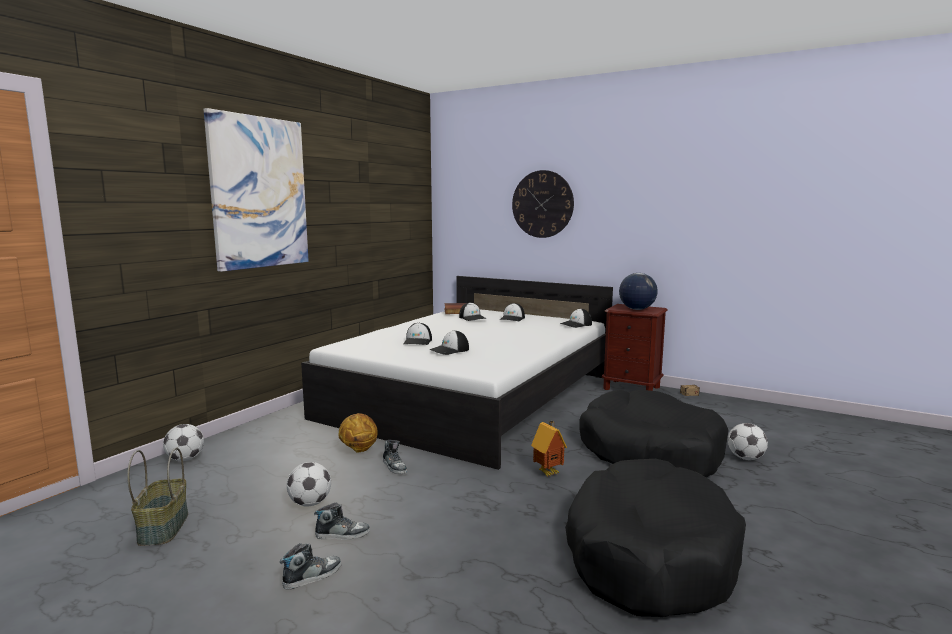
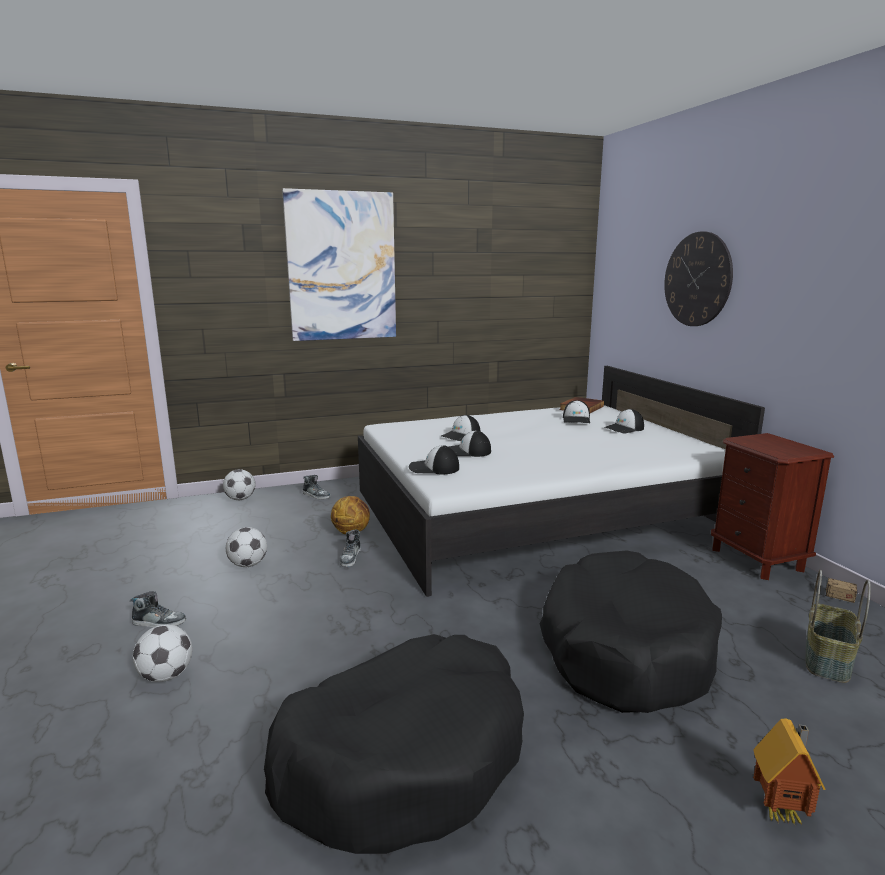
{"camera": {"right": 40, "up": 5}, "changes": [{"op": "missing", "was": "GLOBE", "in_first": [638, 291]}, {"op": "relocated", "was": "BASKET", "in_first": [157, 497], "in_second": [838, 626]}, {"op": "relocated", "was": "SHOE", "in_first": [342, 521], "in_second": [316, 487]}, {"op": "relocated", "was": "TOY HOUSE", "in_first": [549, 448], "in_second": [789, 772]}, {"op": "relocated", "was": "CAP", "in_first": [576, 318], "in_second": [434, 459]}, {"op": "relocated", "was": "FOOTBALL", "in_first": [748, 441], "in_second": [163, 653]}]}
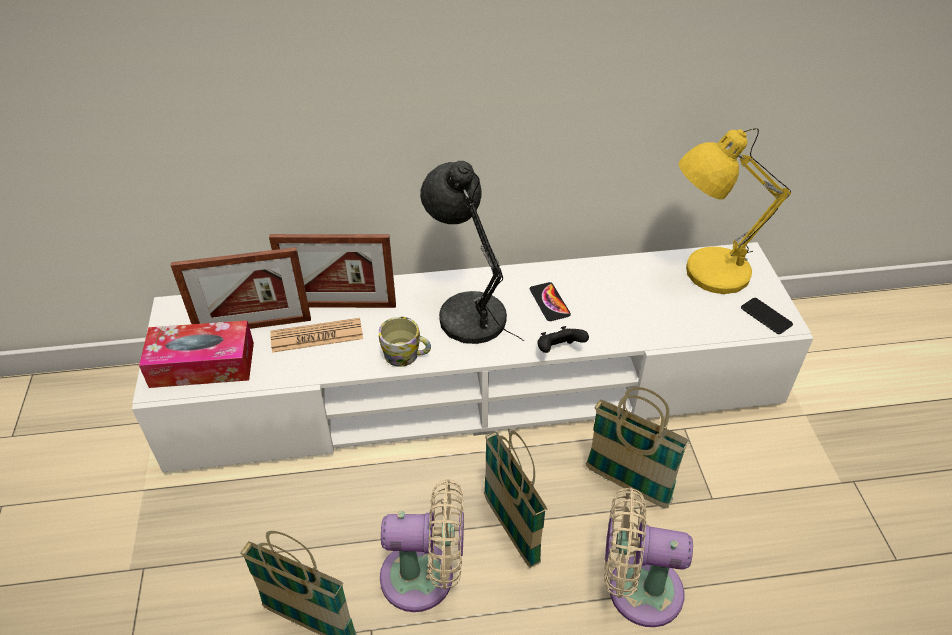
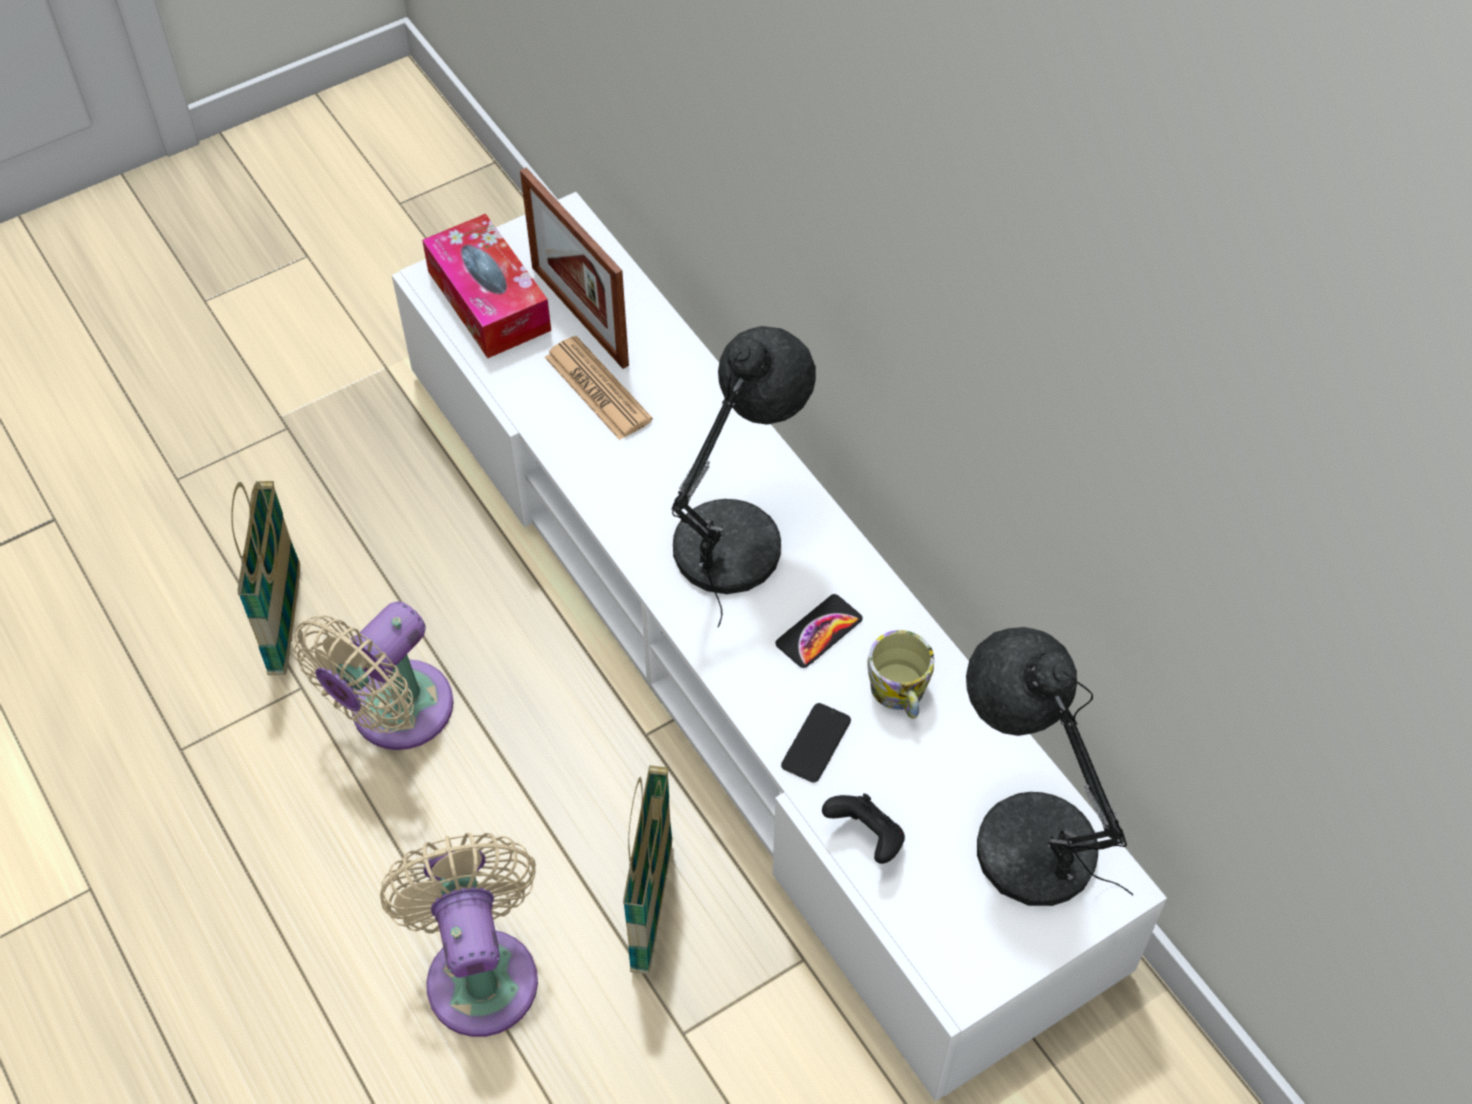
{"camera": {"right": 65, "up": 10}, "changes": [{"op": "missing", "was": "PICTURE FRAME", "in_first": [332, 271]}, {"op": "missing", "was": "BASKET", "in_first": [515, 499]}, {"op": "relocated", "was": "MUG", "in_first": [405, 342], "in_second": [900, 674]}, {"op": "relocated", "was": "BLACK GAME CONTROLLER", "in_first": [563, 339], "in_second": [863, 829]}, {"op": "relocated", "was": "PHONE", "in_first": [767, 316], "in_second": [816, 743]}, {"op": "colour", "was": "YELLOW TABLE LAMP", "now": "GREY TABLE LAMP", "in_first": [734, 211], "in_second": [1050, 766]}, {"op": "spun", "was": "BEIGE FAN", "in_first": [422, 545], "in_second": [373, 675], "clockwise": 60}]}
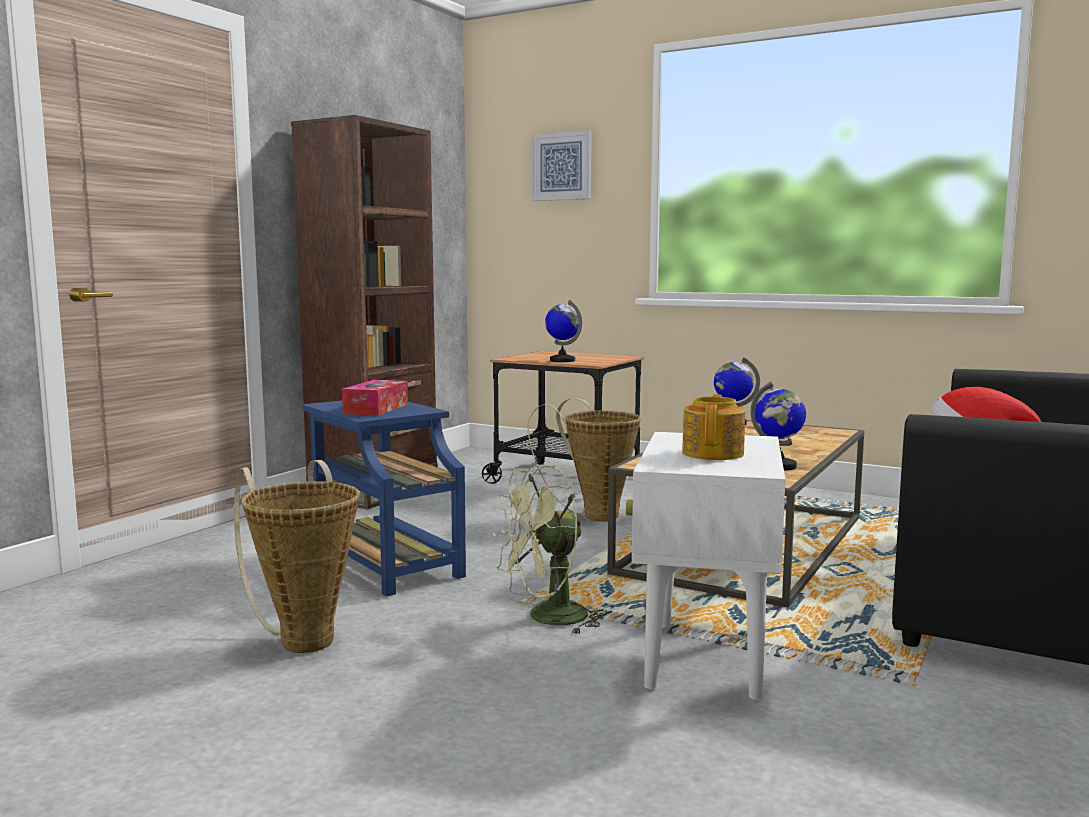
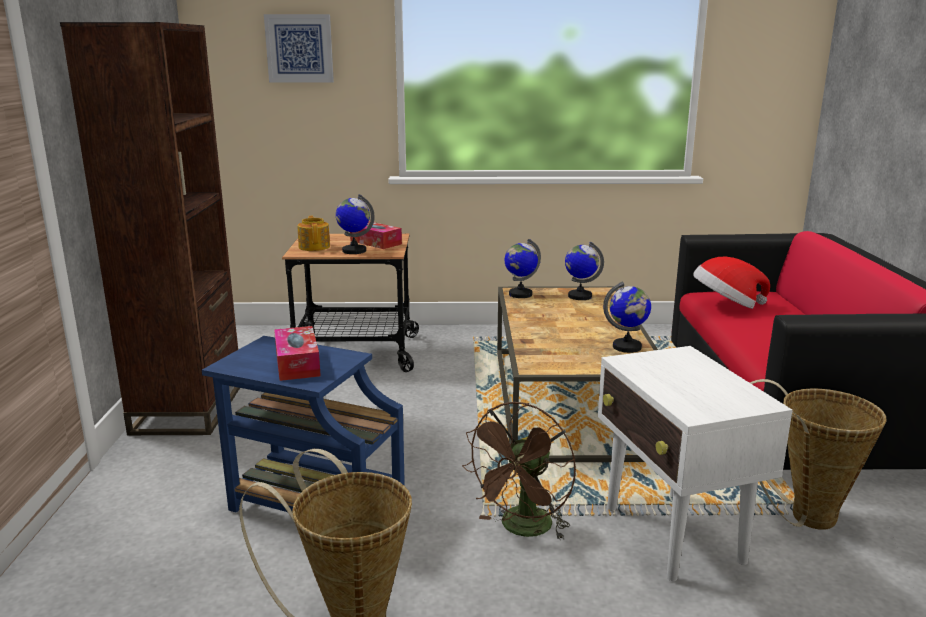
{"camera": {"right": -30, "up": 10}, "changes": [{"op": "appeared", "now": "TISSUE BOX", "in_second": [376, 235]}, {"op": "appeared", "now": "GLOBE", "in_second": [584, 271]}, {"op": "relocated", "was": "BASKET", "in_first": [584, 459], "in_second": [818, 454]}, {"op": "relocated", "was": "TEAPOT", "in_first": [713, 427], "in_second": [313, 233]}, {"op": "colour", "was": "GREEN FAN", "now": "BROWN FAN", "in_first": [550, 550], "in_second": [519, 471]}]}
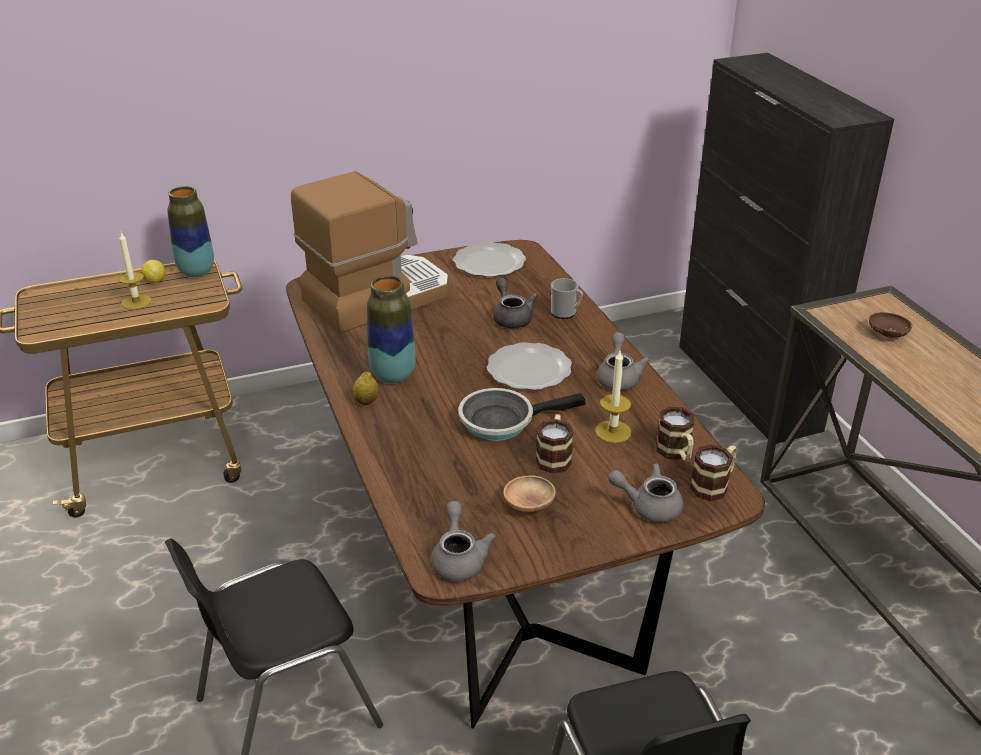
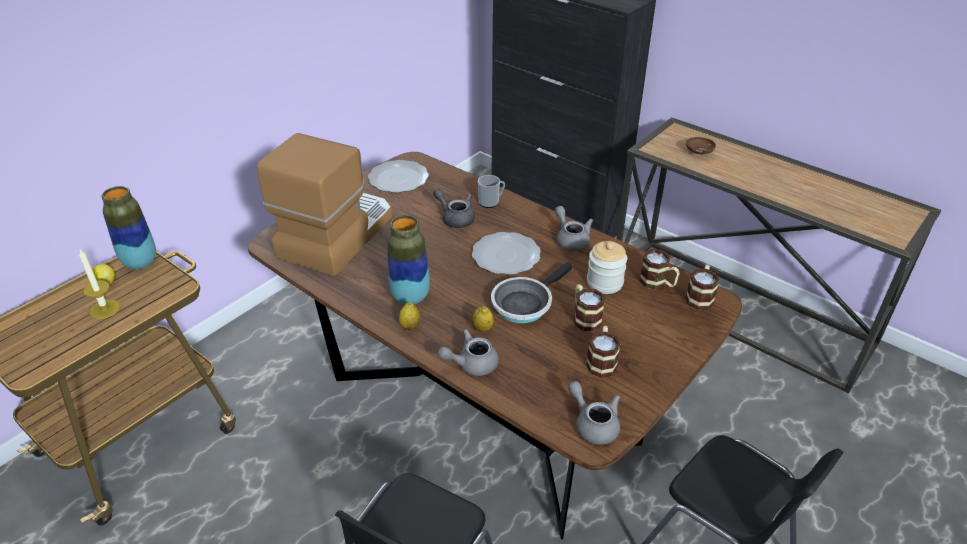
{"camera": {"right": -30, "up": 5}, "changes": [{"op": "appeared", "now": "LEMON", "in_second": [483, 319]}, {"op": "relocated", "was": "GREY TEAPOT", "in_first": [645, 492], "in_second": [468, 352]}, {"op": "exchanged", "was": "BROWN BOWL", "now": "MUG", "in_first": [529, 493], "in_second": [603, 352]}, {"op": "exchanged", "was": "CANDLE", "now": "JAR", "in_first": [613, 397], "in_second": [607, 267]}]}
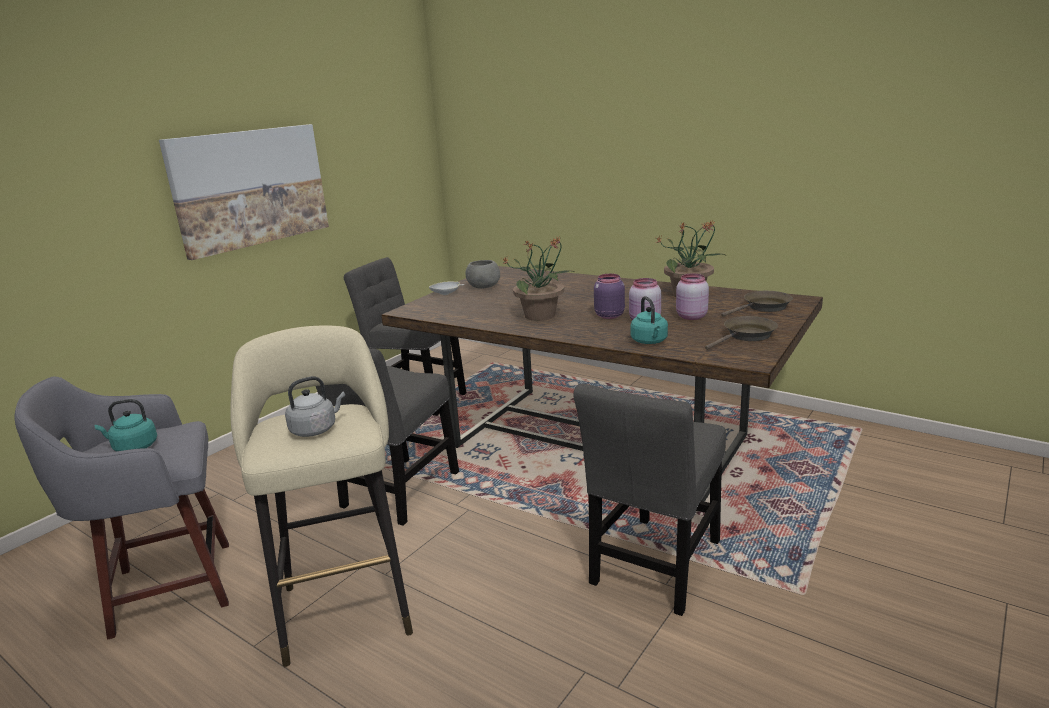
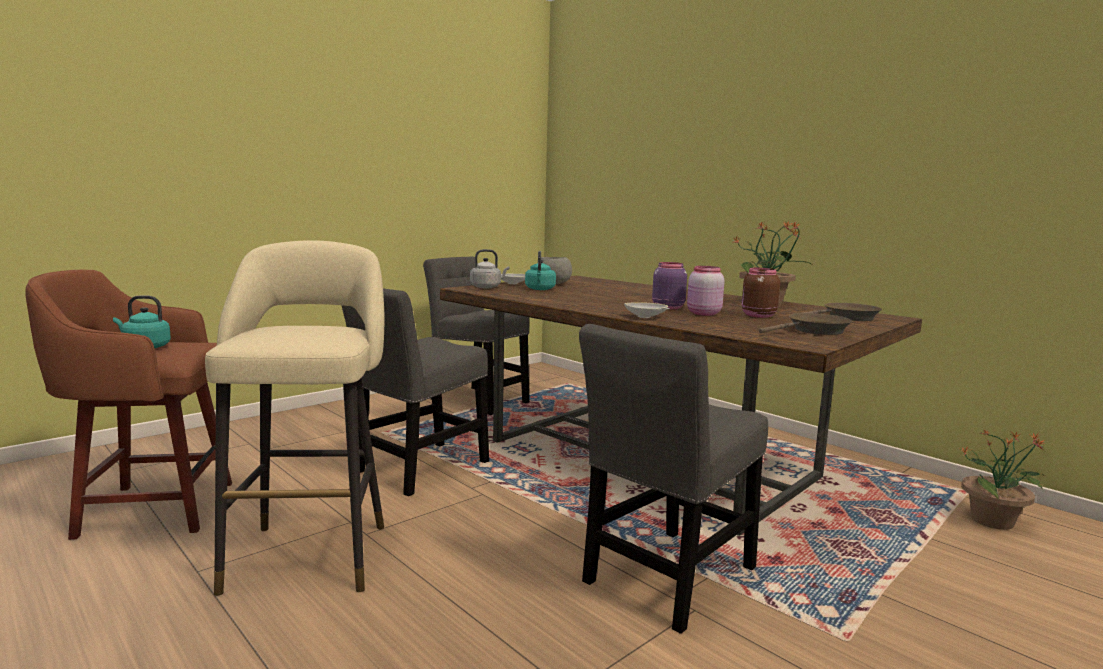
{"camera": {"right": 10, "up": -10}, "changes": [{"op": "missing", "was": "PICTURE", "in_first": [244, 192]}, {"op": "appeared", "now": "WHITE BOWL", "in_second": [647, 310]}, {"op": "relocated", "was": "GREY KETTLE", "in_first": [315, 406], "in_second": [490, 268]}, {"op": "relocated", "was": "POTTED PLANT", "in_first": [538, 279], "in_second": [1002, 480]}, {"op": "relocated", "was": "TURQUOISE KETTLE", "in_first": [649, 320], "in_second": [540, 270]}, {"op": "colour", "was": "GREY STOOL", "now": "BROWN STOOL", "in_first": [121, 507], "in_second": [128, 405]}, {"op": "colour", "was": "PINK JAR", "now": "BROWN JAR", "in_first": [692, 296], "in_second": [761, 293]}]}
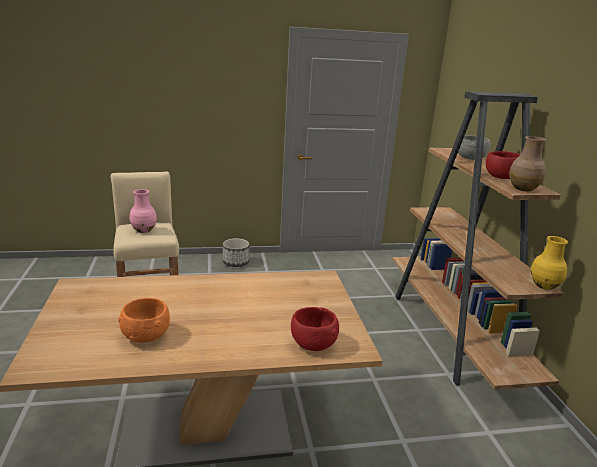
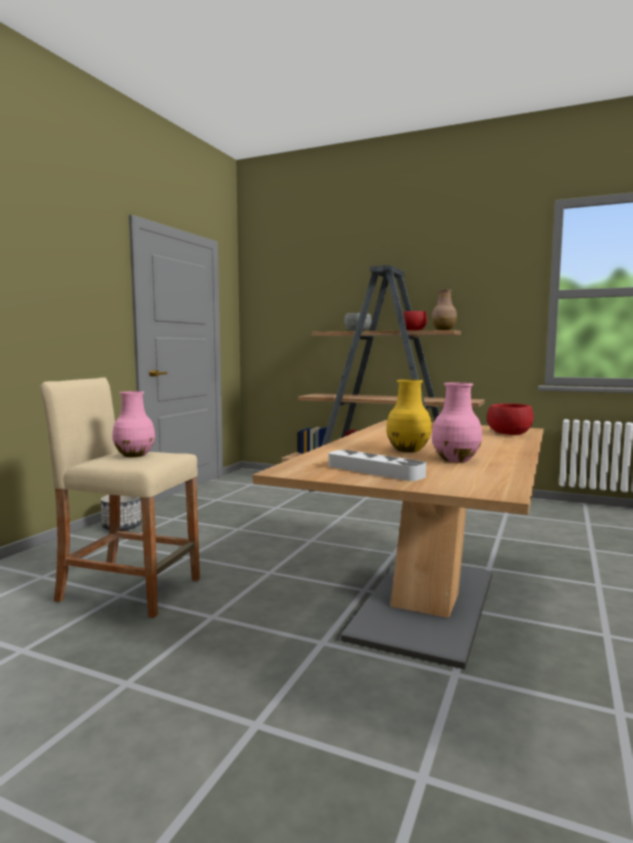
{"camera": {"right": -55, "up": -15}, "changes": [{"op": "appeared", "now": "GREY TRAY", "in_second": [377, 465]}, {"op": "relocated", "was": "YELLOW VASE", "in_first": [549, 263], "in_second": [409, 416]}, {"op": "exchanged", "was": "ORANGE BOWL", "now": "PINK VASE", "in_first": [144, 320], "in_second": [457, 422]}]}
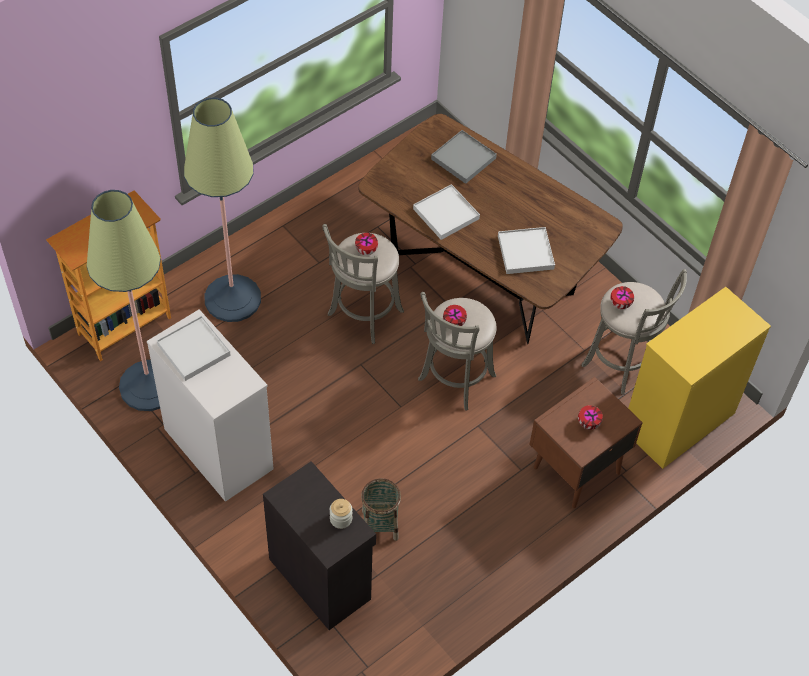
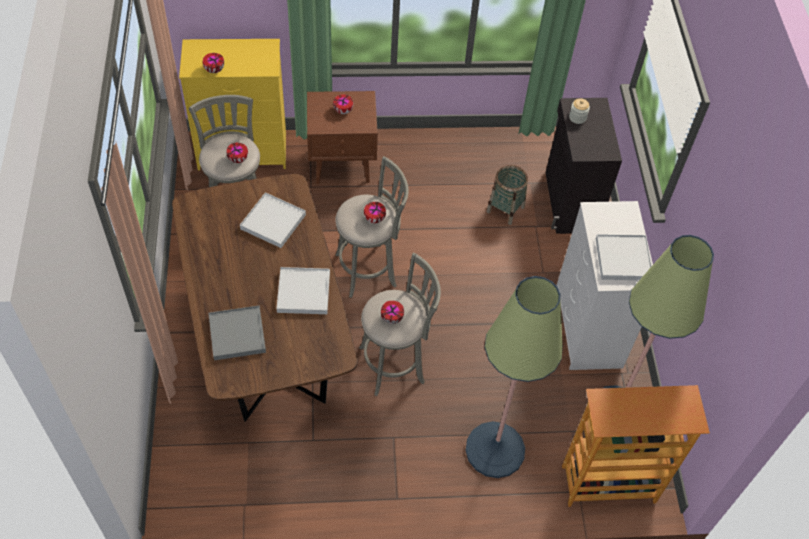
{"camera": {"right": -145, "up": 0}, "changes": [{"op": "appeared", "now": "BOWL", "in_second": [213, 63]}]}
